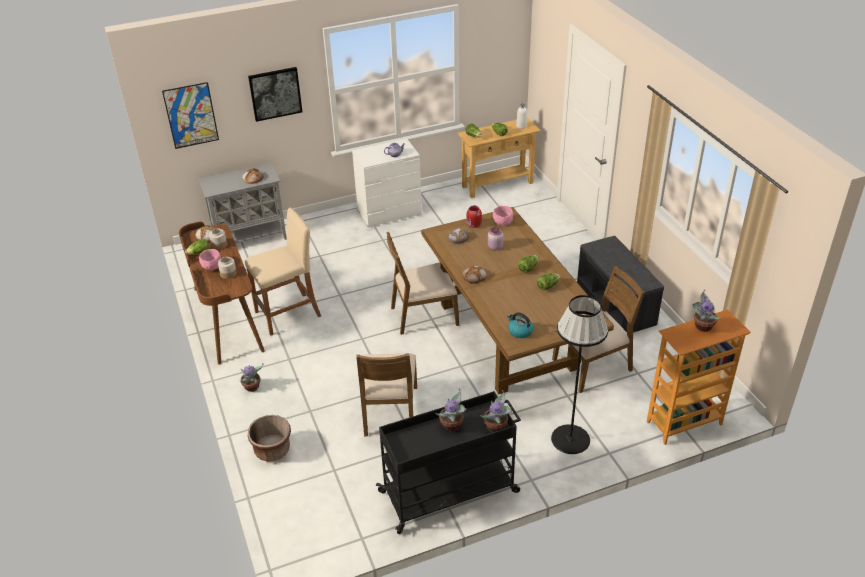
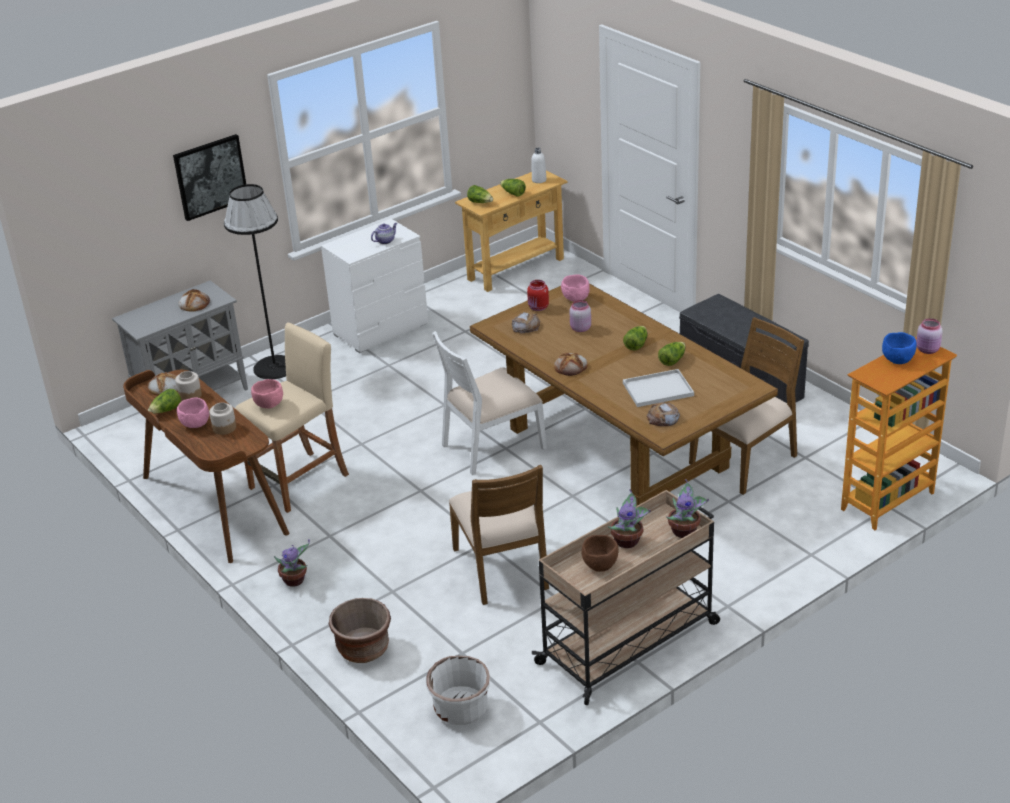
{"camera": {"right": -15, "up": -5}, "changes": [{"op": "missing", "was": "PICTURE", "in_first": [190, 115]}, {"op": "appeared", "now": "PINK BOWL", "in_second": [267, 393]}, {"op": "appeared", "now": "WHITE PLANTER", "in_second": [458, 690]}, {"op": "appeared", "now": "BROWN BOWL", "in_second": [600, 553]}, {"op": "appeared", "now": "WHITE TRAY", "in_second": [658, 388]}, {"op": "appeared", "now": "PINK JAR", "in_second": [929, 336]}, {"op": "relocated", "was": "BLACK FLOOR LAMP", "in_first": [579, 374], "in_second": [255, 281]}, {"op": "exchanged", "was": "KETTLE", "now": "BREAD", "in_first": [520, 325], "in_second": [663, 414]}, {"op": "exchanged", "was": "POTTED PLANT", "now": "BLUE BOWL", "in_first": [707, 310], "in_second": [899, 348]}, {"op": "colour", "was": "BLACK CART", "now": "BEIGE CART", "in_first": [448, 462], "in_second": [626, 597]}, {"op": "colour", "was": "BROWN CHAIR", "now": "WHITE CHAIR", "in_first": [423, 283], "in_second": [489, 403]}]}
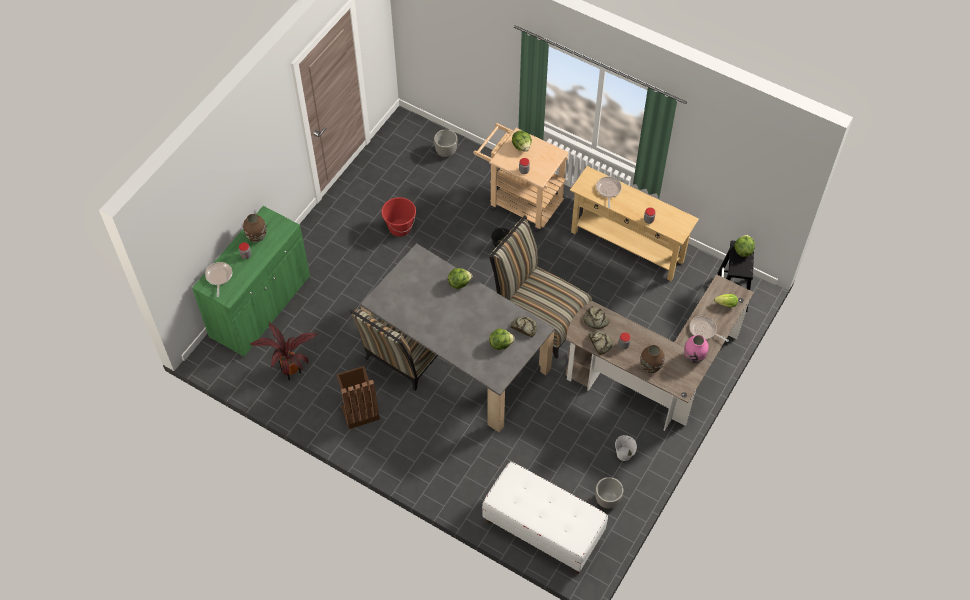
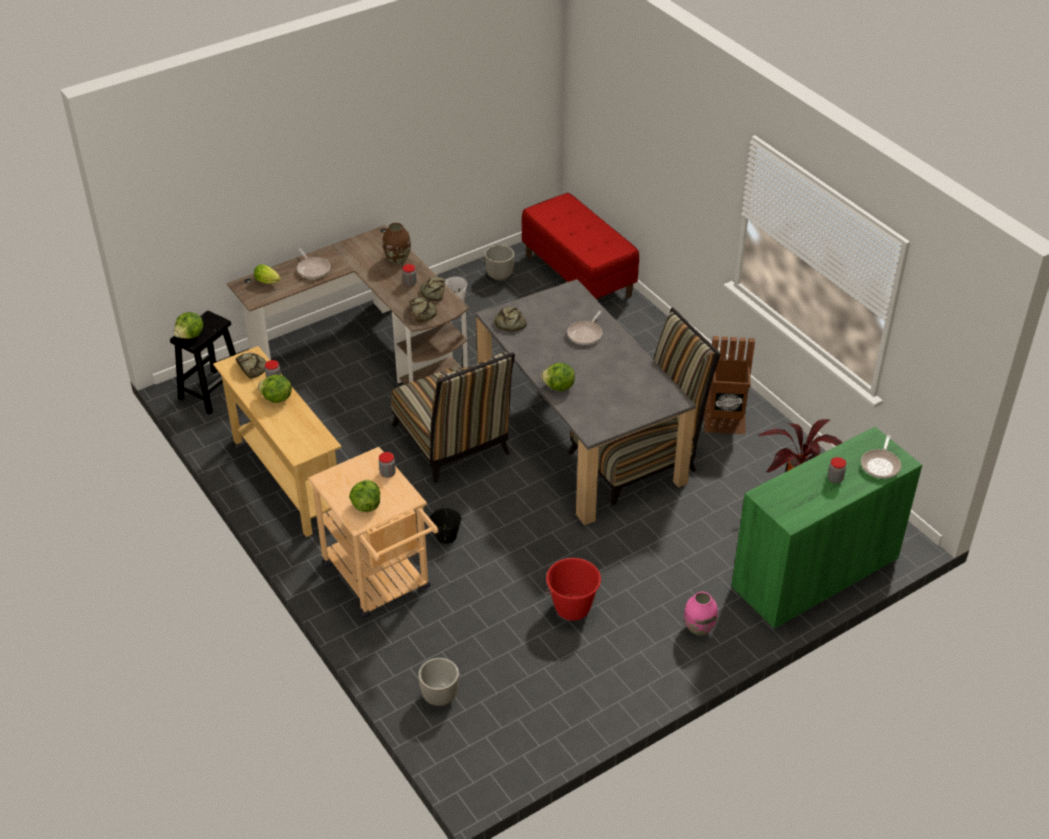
{"camera": {"right": -155, "up": -15}, "changes": [{"op": "missing", "was": "BROWN VASE", "in_first": [255, 228]}, {"op": "appeared", "now": "BREAD", "in_second": [251, 366]}, {"op": "relocated", "was": "LETTUCE", "in_first": [502, 339], "in_second": [275, 389]}, {"op": "relocated", "was": "FRYING PAN", "in_first": [609, 192], "in_second": [584, 328]}, {"op": "relocated", "was": "PINK VASE", "in_first": [696, 349], "in_second": [701, 613]}, {"op": "colour", "was": "WHITE BENCH", "now": "RED BENCH", "in_first": [545, 518], "in_second": [580, 246]}]}
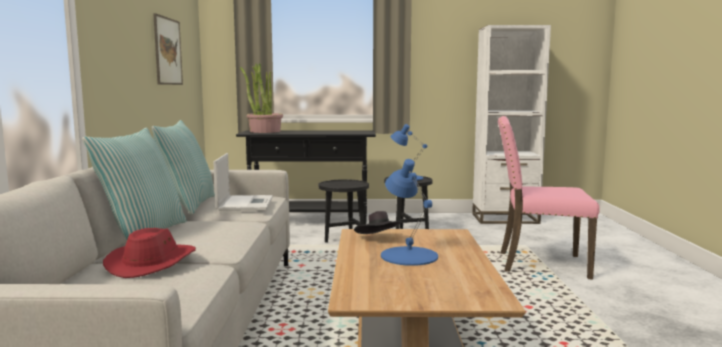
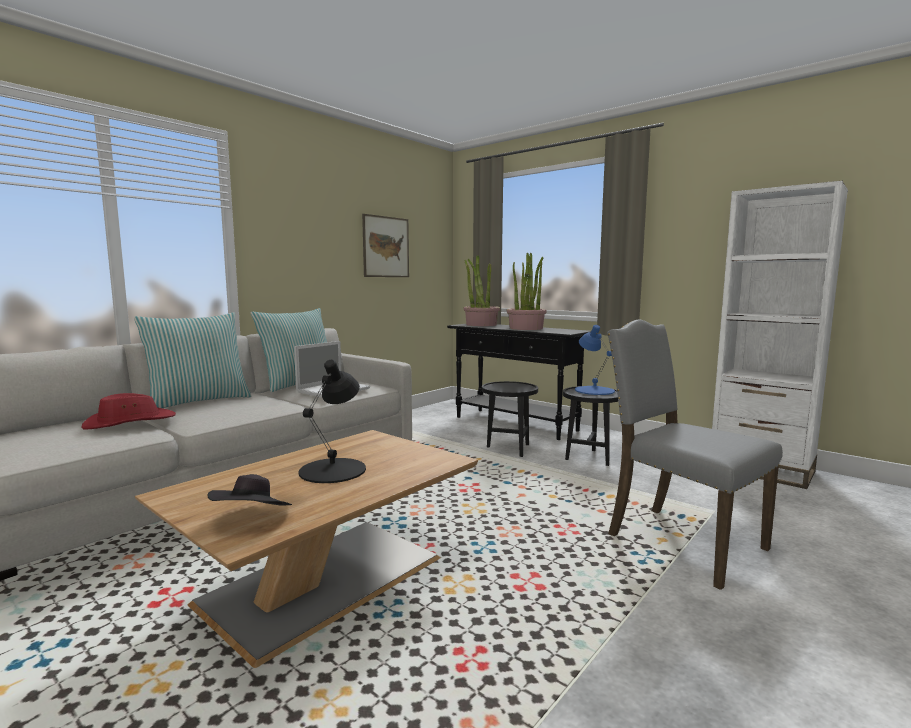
{"camera": {"right": 40, "up": 0}, "changes": [{"op": "appeared", "now": "POTTED PLANT", "in_second": [527, 291]}, {"op": "relocated", "was": "BLACK HAT", "in_first": [378, 222], "in_second": [249, 490]}, {"op": "colour", "was": "BLUE TABLE LAMP", "now": "BLACK TABLE LAMP", "in_first": [409, 212], "in_second": [332, 421]}, {"op": "colour", "was": "PINK CHAIR", "now": "GREY CHAIR", "in_first": [549, 197], "in_second": [695, 454]}]}
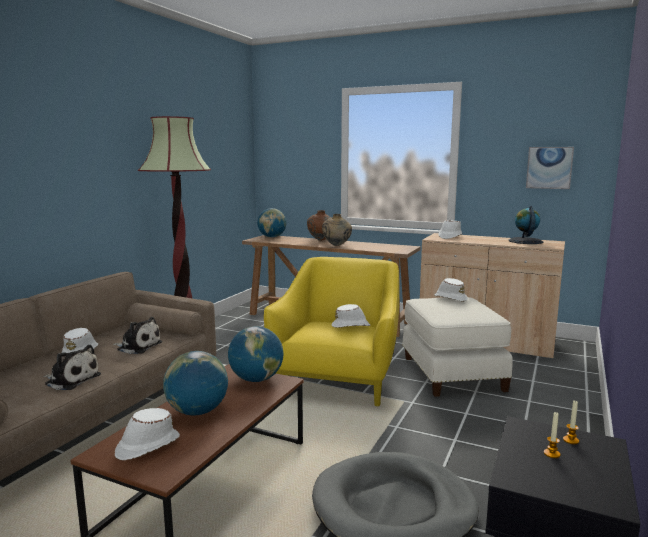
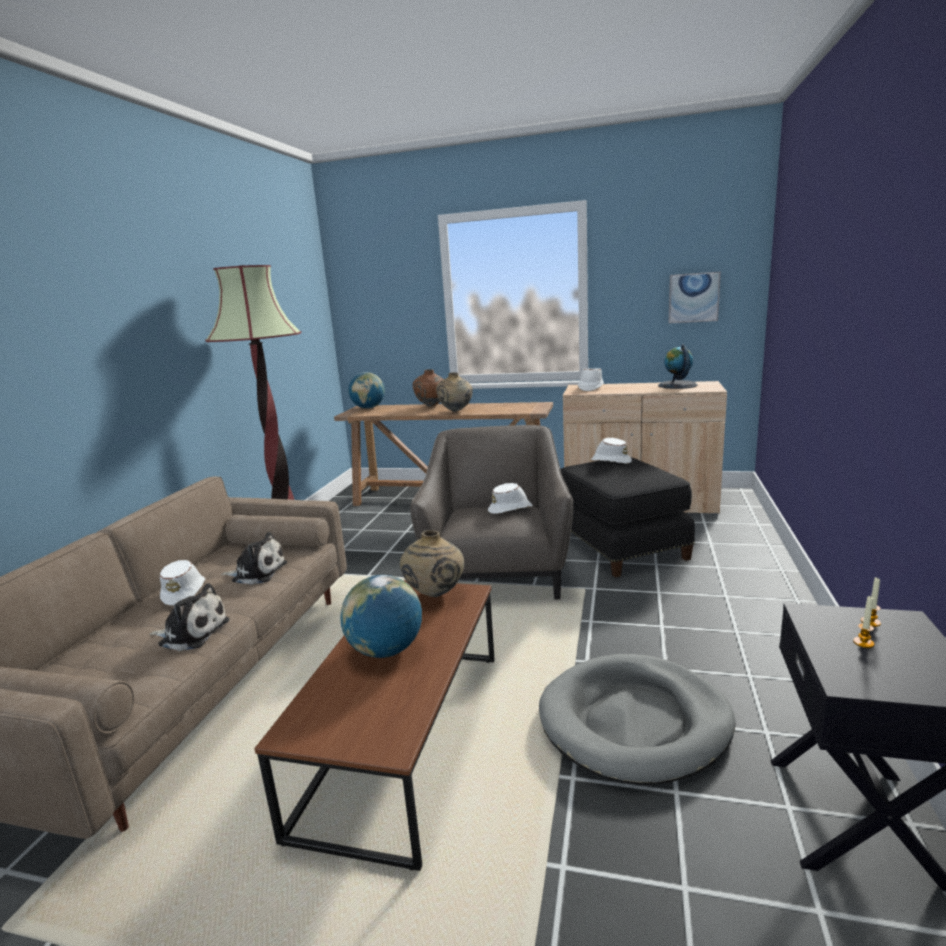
{"camera": {"right": -10, "up": 5}, "changes": [{"op": "missing", "was": "WHITE HAT", "in_first": [147, 434]}, {"op": "exchanged", "was": "GLOBE", "now": "BEIGE VASE", "in_first": [256, 354], "in_second": [432, 563]}, {"op": "colour", "was": "YELLOW ARMCHAIR", "now": "GREY ARMCHAIR", "in_first": [331, 331], "in_second": [491, 512]}, {"op": "colour", "was": "WHITE OTTOMAN", "now": "BLACK OTTOMAN", "in_first": [457, 347], "in_second": [627, 517]}]}
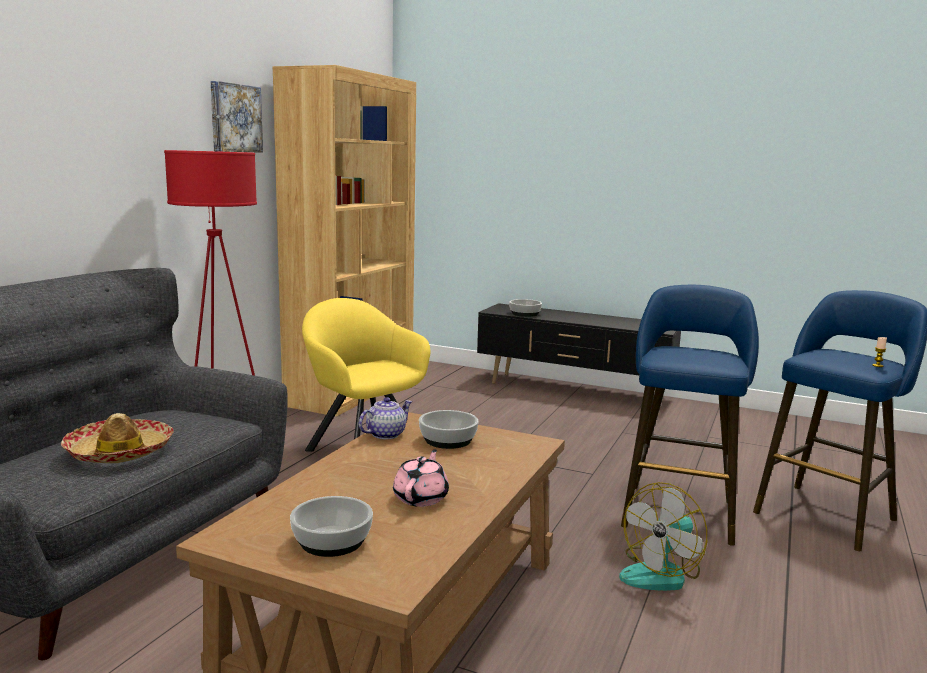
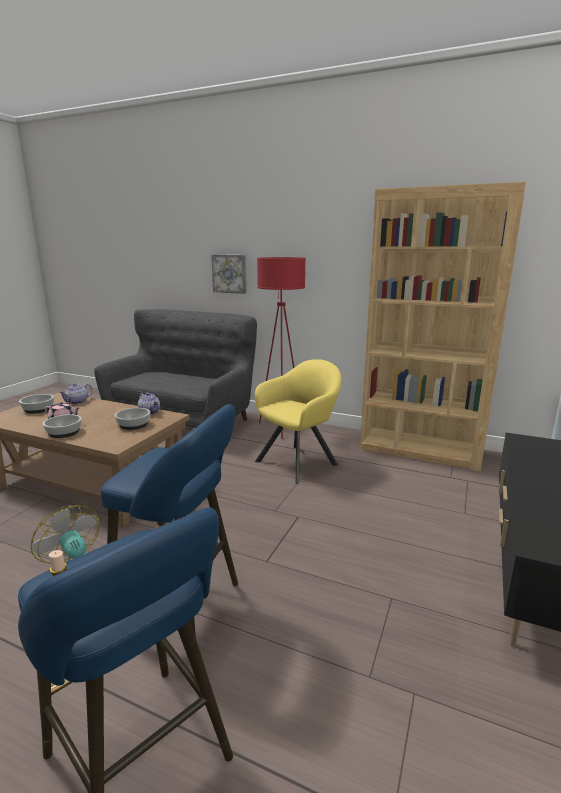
{"camera": {"right": 90, "up": 5}, "changes": [{"op": "missing", "was": "HAT", "in_first": [117, 438]}, {"op": "appeared", "now": "TEAPOT", "in_second": [75, 393]}, {"op": "relocated", "was": "PICTURE", "in_first": [236, 117], "in_second": [229, 274]}, {"op": "relocated", "was": "BOWL", "in_first": [525, 308], "in_second": [62, 426]}]}
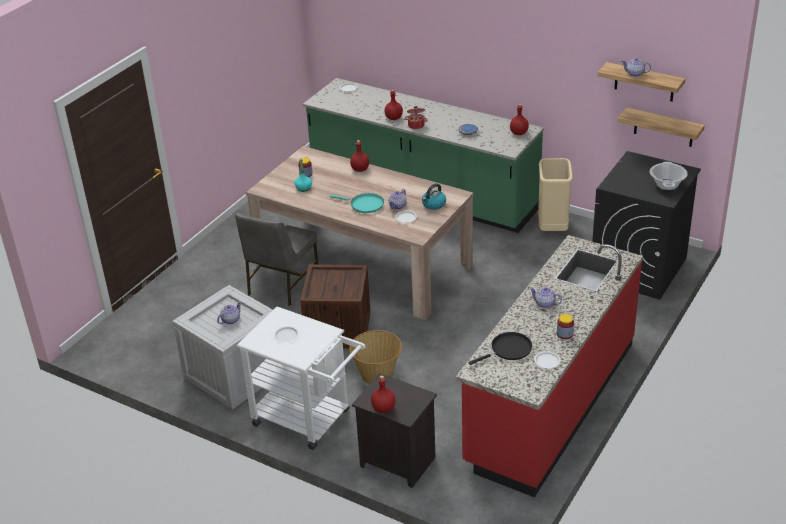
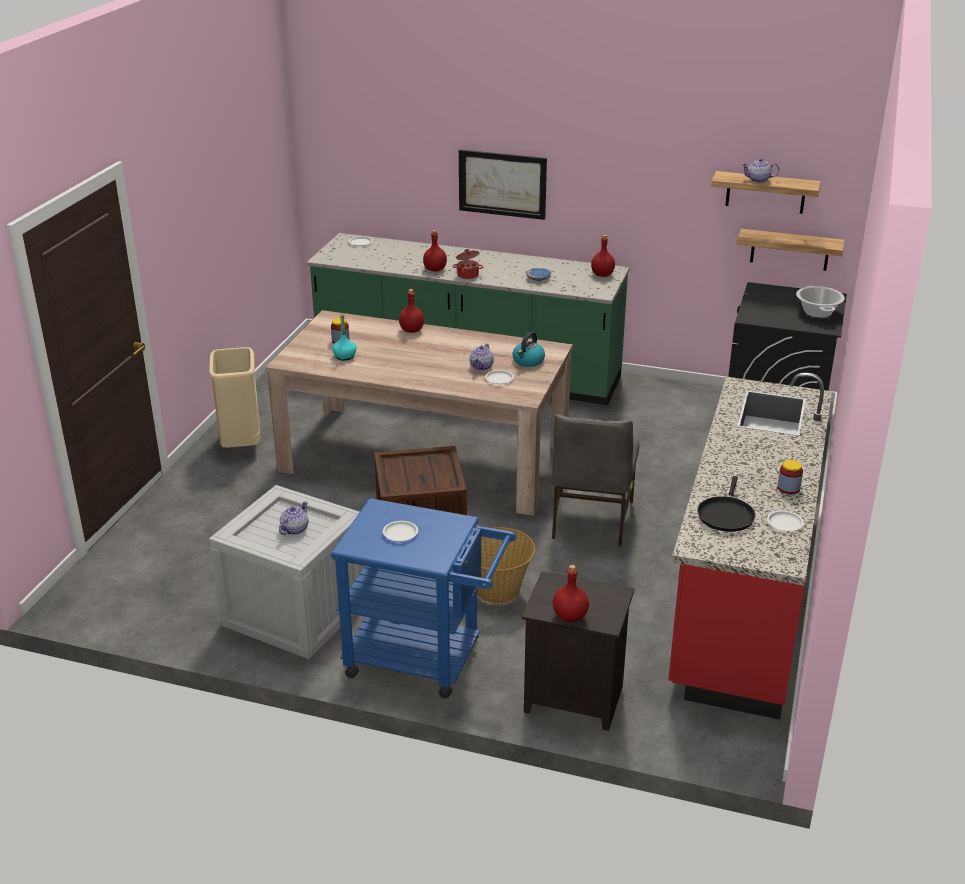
{"camera": {"right": -15, "up": -5}, "changes": [{"op": "missing", "was": "TURQUOISE FRYING PAN", "in_first": [357, 203]}, {"op": "missing", "was": "TEAPOT", "in_first": [546, 297]}, {"op": "appeared", "now": "PICTURE", "in_second": [503, 184]}, {"op": "relocated", "was": "GREY CHAIR", "in_first": [276, 259], "in_second": [596, 480]}, {"op": "relocated", "was": "BEIGE TRASH CAN", "in_first": [555, 194], "in_second": [234, 397]}, {"op": "colour", "was": "WHITE CART", "now": "BLUE CART", "in_first": [301, 378], "in_second": [423, 598]}, {"op": "spun", "was": "BLACK FRYING PAN", "in_first": [500, 348], "in_second": [726, 504], "clockwise": 150}]}
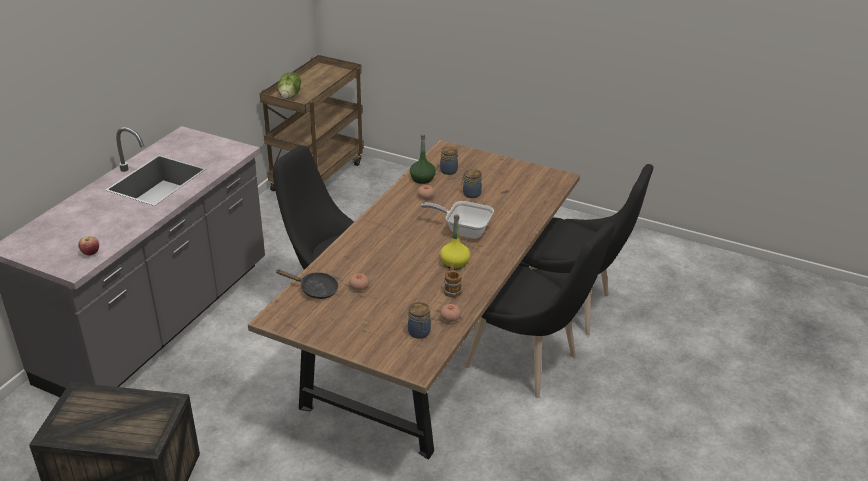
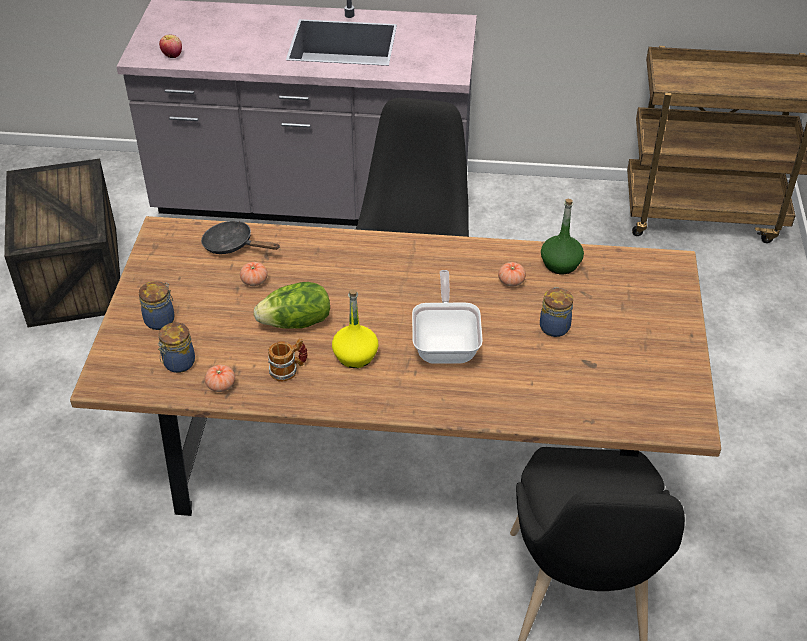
{"camera": {"right": 70, "up": 10}, "changes": [{"op": "missing", "was": "BLACK CHAIR", "in_first": [540, 310]}, {"op": "relocated", "was": "LETTUCE", "in_first": [289, 85], "in_second": [292, 305]}, {"op": "relocated", "was": "JAR", "in_first": [449, 161], "in_second": [157, 305]}, {"op": "spun", "was": "BLACK FRYING PAN", "in_first": [307, 284], "in_second": [240, 237], "clockwise": 120}]}
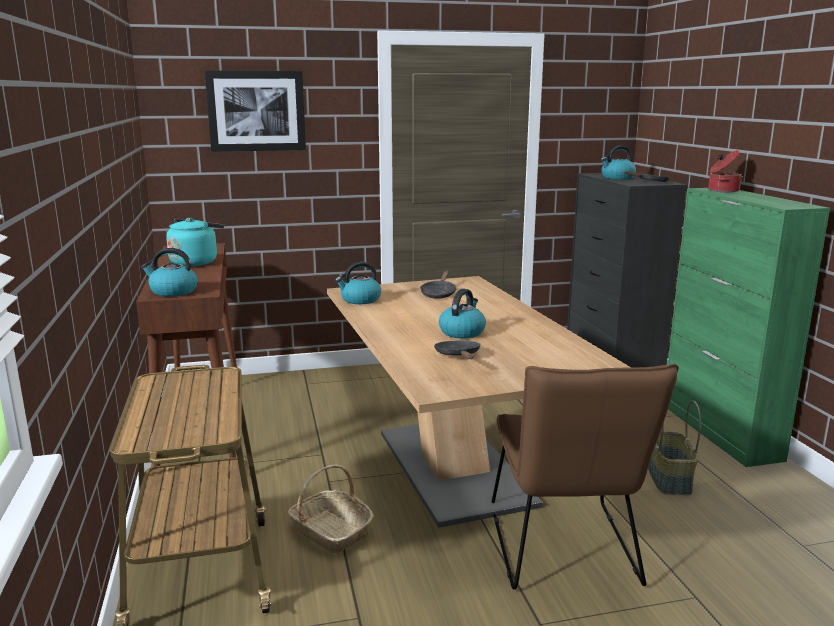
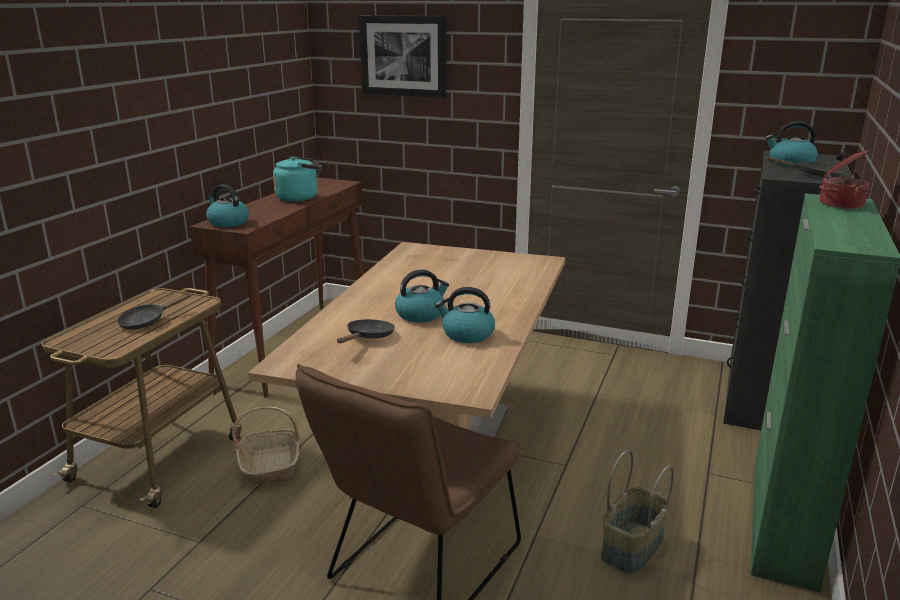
{"camera": {"right": 35, "up": 5}, "changes": [{"op": "relocated", "was": "KETTLE", "in_first": [358, 283], "in_second": [465, 315]}, {"op": "relocated", "was": "BLACK FRYING PAN", "in_first": [438, 285], "in_second": [154, 312]}]}
